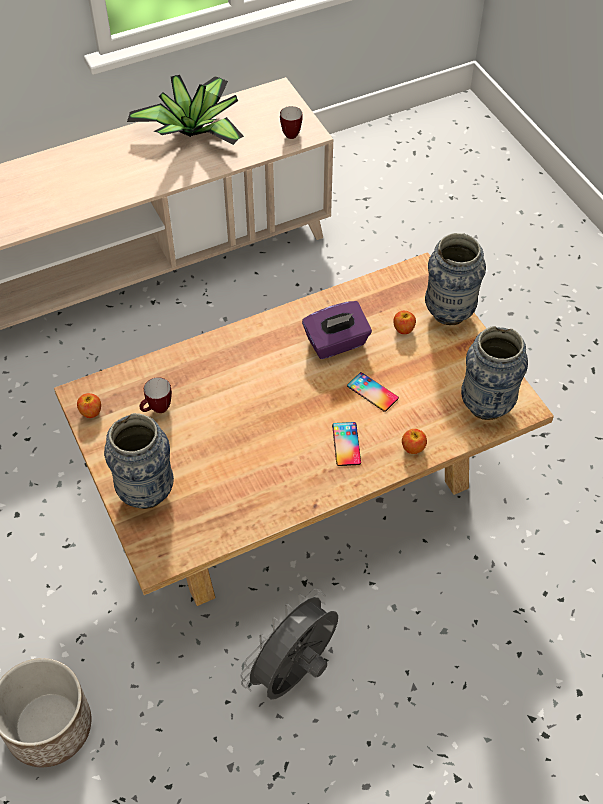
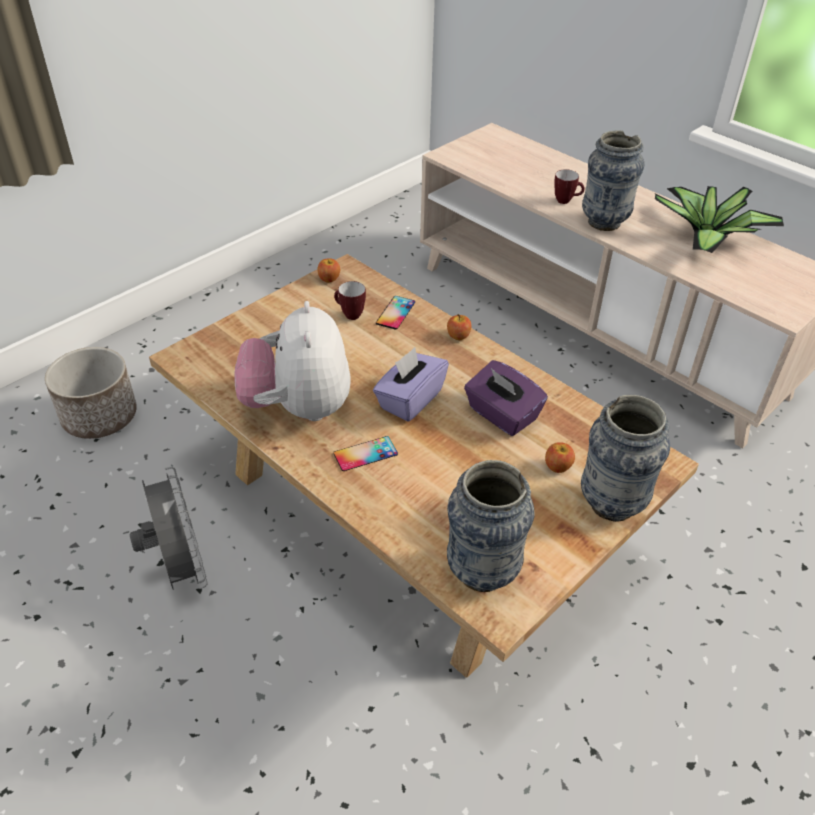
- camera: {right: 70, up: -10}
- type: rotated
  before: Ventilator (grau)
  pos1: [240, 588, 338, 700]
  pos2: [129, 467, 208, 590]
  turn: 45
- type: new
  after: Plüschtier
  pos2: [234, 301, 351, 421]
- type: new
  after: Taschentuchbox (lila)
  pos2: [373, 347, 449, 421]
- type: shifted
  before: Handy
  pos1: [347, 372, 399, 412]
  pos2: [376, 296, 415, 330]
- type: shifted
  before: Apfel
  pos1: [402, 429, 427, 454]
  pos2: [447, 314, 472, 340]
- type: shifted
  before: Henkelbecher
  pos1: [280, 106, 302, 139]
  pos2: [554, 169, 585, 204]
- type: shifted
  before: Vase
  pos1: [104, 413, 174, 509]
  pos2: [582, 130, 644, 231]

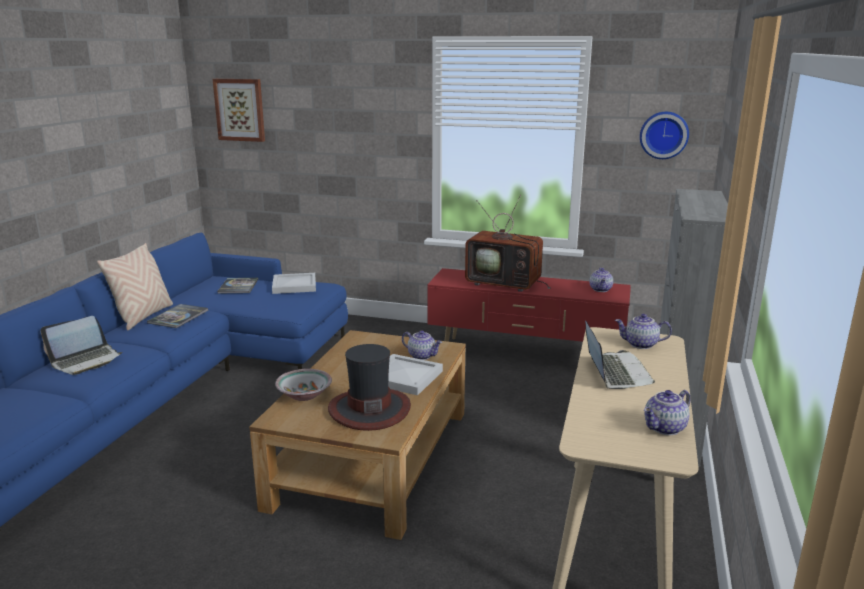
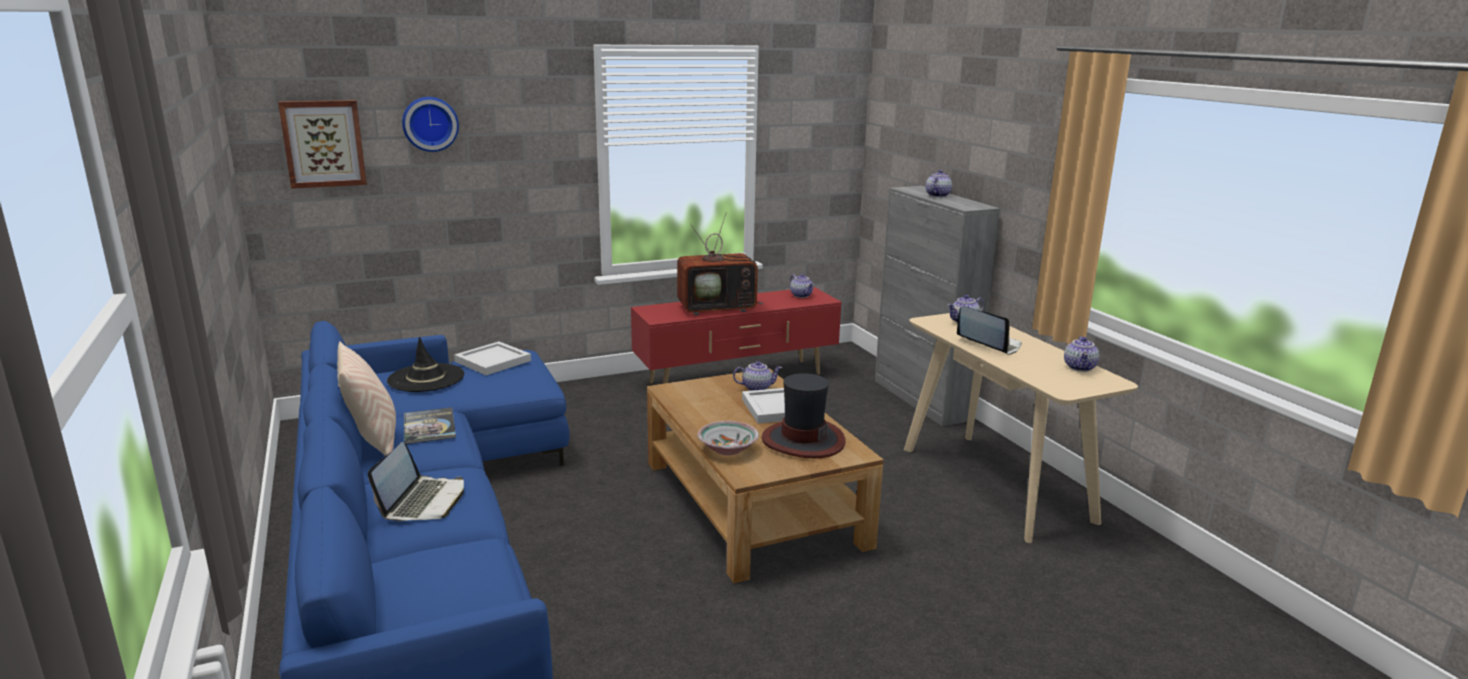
- camera: {right: -40, up: 0}
- type: swapped
  before: Buch
  after: Hut (schwarz)
  pos1: [217, 278, 258, 294]
  pos2: [387, 337, 464, 392]
- type: shifted
  before: Wanduhr
  pos1: [640, 112, 689, 159]
  pos2: [402, 97, 459, 152]
- type: new
  after: Teekanne
  pos2: [926, 170, 952, 197]

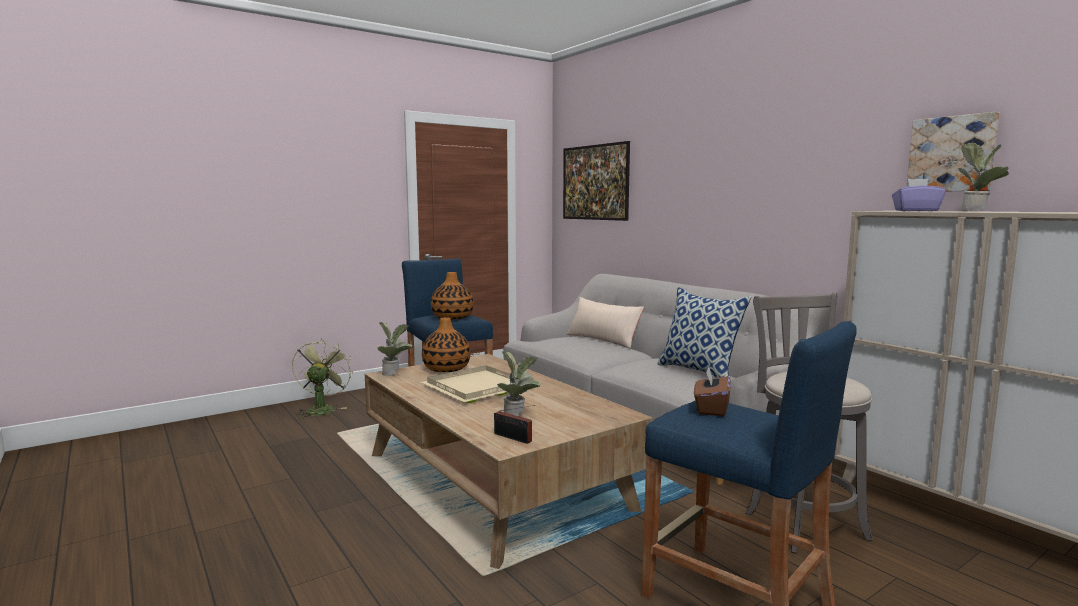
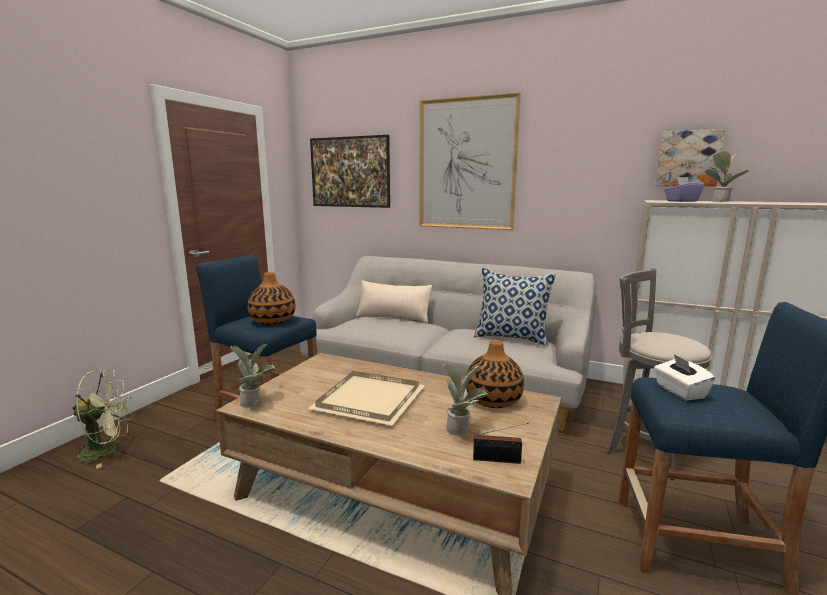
- camera: {right: -30, up: 5}
- type: rotated
  before: Ventilator (grün)
  pos1: [292, 339, 353, 418]
  pos2: [72, 369, 133, 469]
  turn: 105
- type: new
  after: Bild
  pos2: [419, 92, 521, 230]
- type: shifted
  before: Vase
  pos1: [422, 317, 470, 372]
  pos2: [466, 340, 524, 408]
- type: repainted
  before: Taschentuchbox (braun)
  after: Taschentuchbox (weiß)
  pos1: [694, 367, 731, 417]
  pos2: [654, 354, 715, 400]

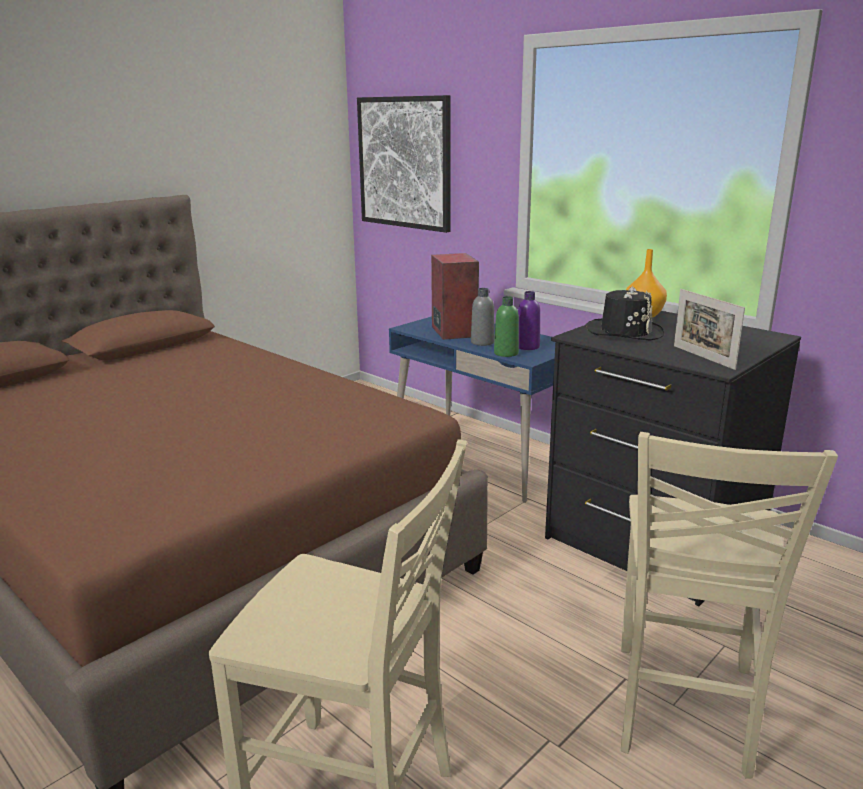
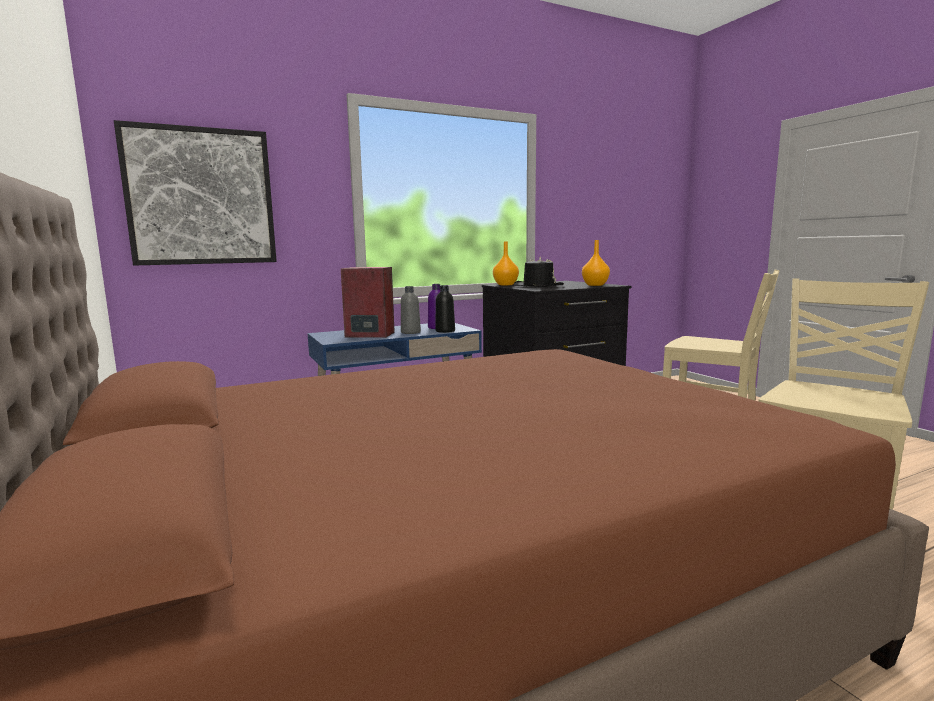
- camera: {right: -70, up: -10}
- type: repainted
  before: Flasche (grün)
  after: Flasche (schwarz)
  pos1: [494, 296, 519, 357]
  pos2: [435, 285, 455, 333]
- type: swapped
  before: Bilderrahmen
  after: Vase (orange)
  pos1: [674, 289, 745, 370]
  pos2: [582, 240, 610, 286]

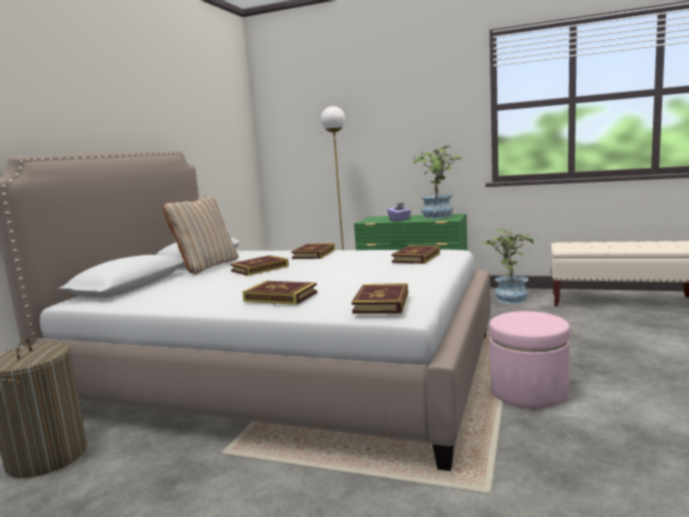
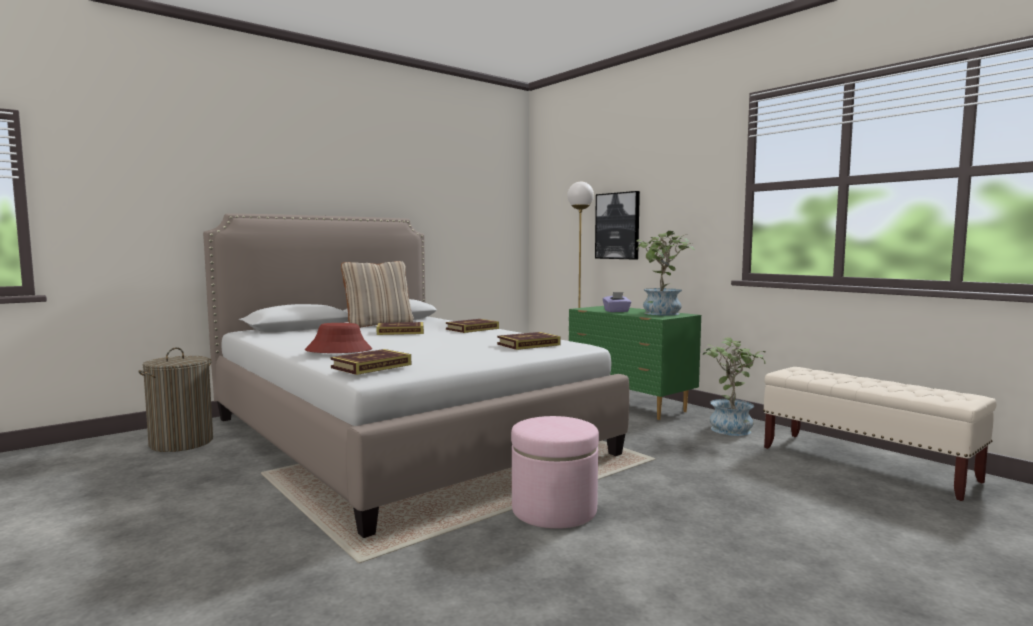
- camera: {right: 30, up: -5}
- type: swapped
  before: Buch
  after: Hut (rot)
  pos1: [242, 281, 317, 305]
  pos2: [305, 323, 372, 353]
- type: new
  after: Bild
  pos2: [595, 191, 640, 260]

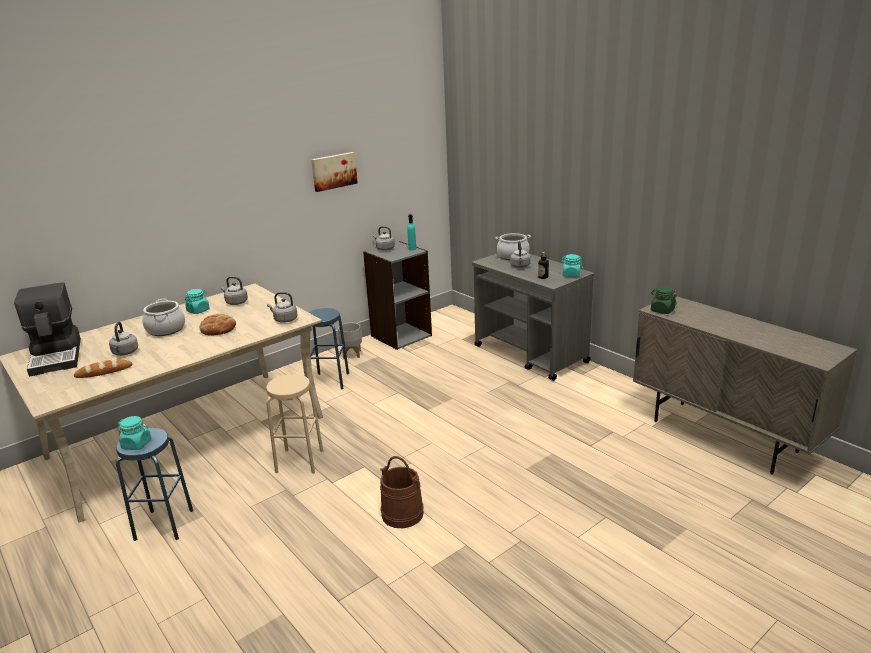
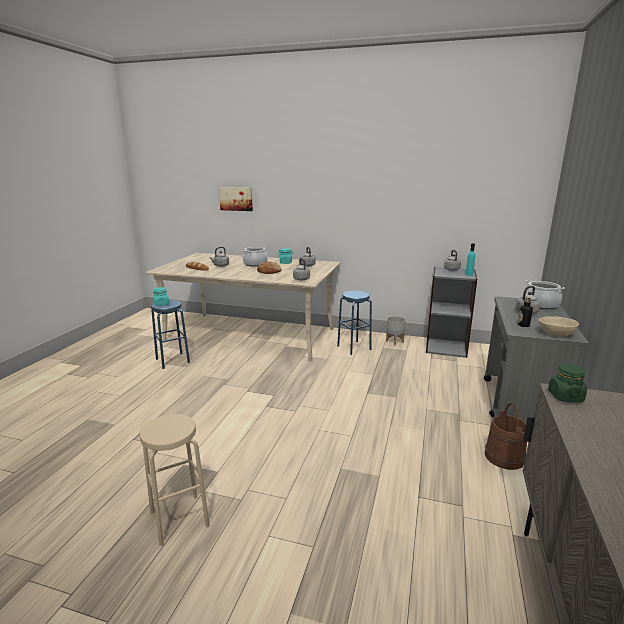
- camera: {right: 55, up: -5}
- type: shifted
  before: Hocker (beige)
  pos1: [266, 374, 323, 474]
  pos2: [140, 414, 210, 546]
- type: shifted
  before: Bild
  pos1: [311, 152, 358, 192]
  pos2: [219, 187, 253, 211]
- type: shifted
  before: Eimer (braun)
  pos1: [380, 456, 424, 528]
  pos2: [485, 403, 527, 470]
- type: swapped
  before: Vorratsglas (türkis)
  after: Schüssel (beige)
  pos1: [561, 254, 583, 277]
  pos2: [539, 316, 579, 336]
- type: gone
  before: Kaffeemaschine
  pos1: [14, 282, 81, 377]

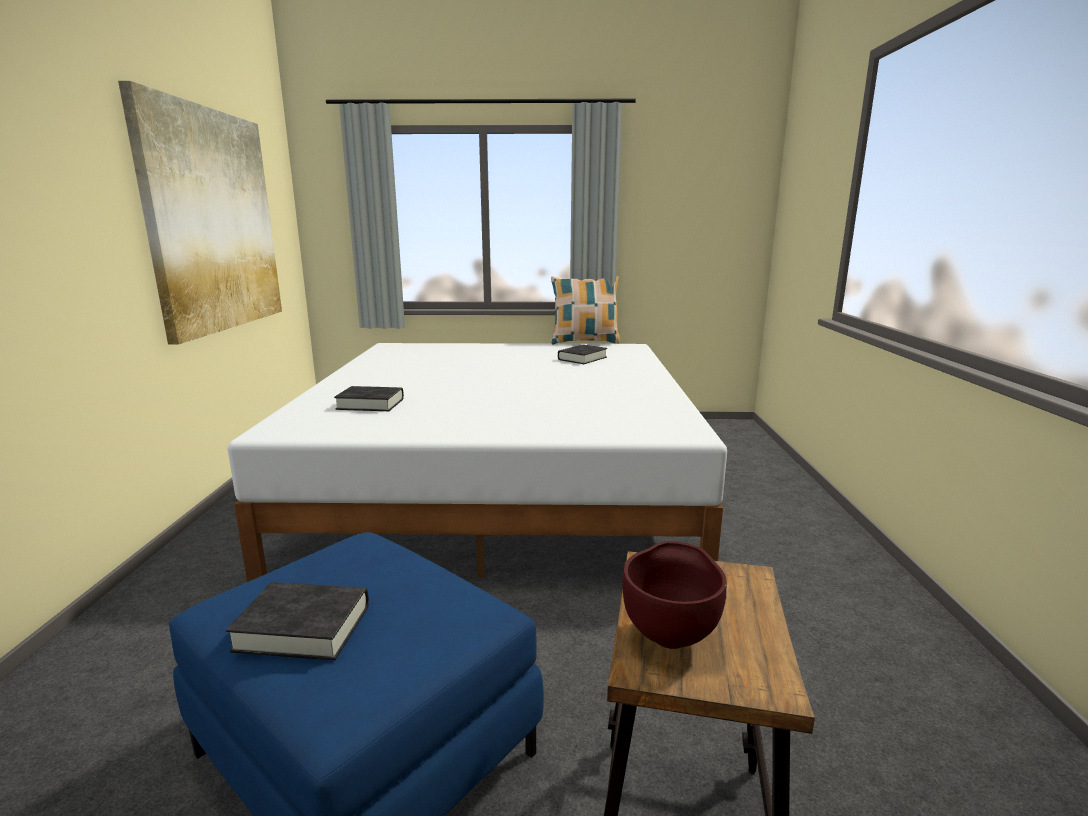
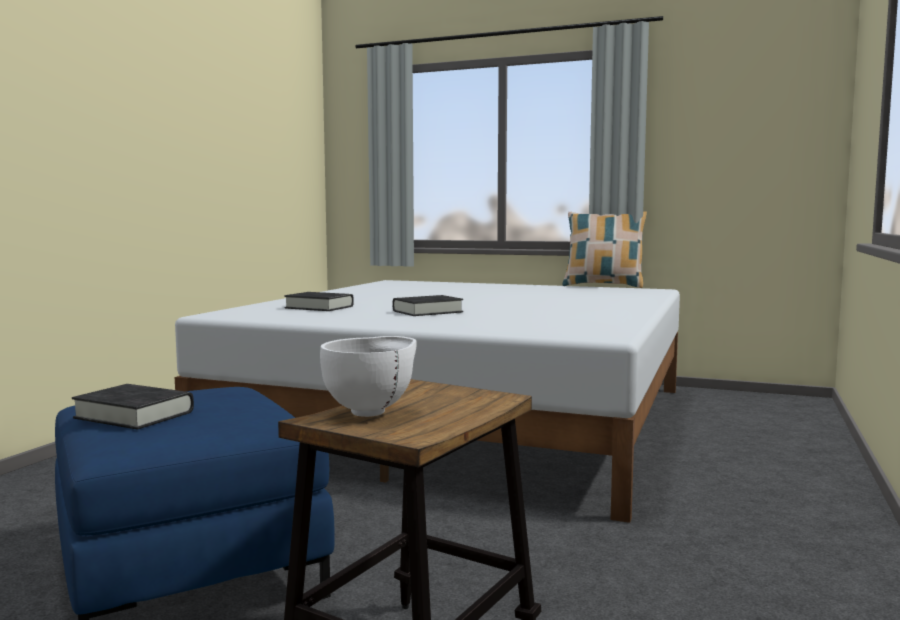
- camera: {right: 20, up: -10}
- type: repainted
  before: Schüssel (braun)
  after: Schüssel (weiß)
  pos1: [622, 541, 727, 649]
  pos2: [320, 336, 417, 417]
- type: shifted
  before: Buch (schwarz)
  pos1: [558, 344, 607, 364]
  pos2: [393, 295, 463, 316]
- type: gone
  before: Bild
  pos1: [118, 81, 282, 345]

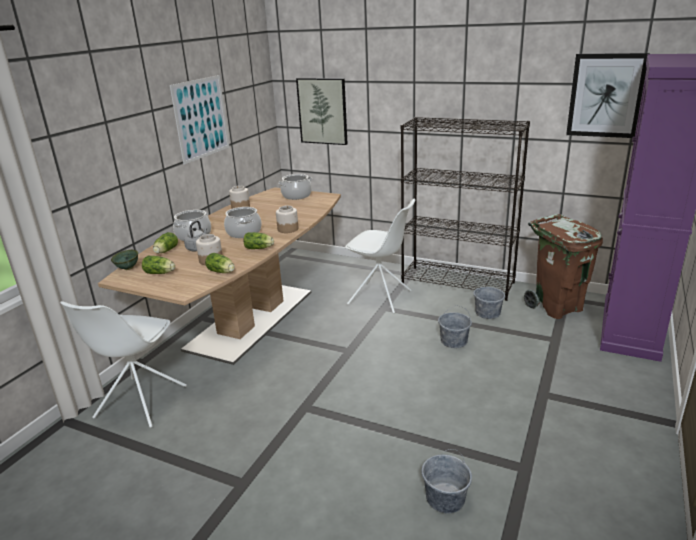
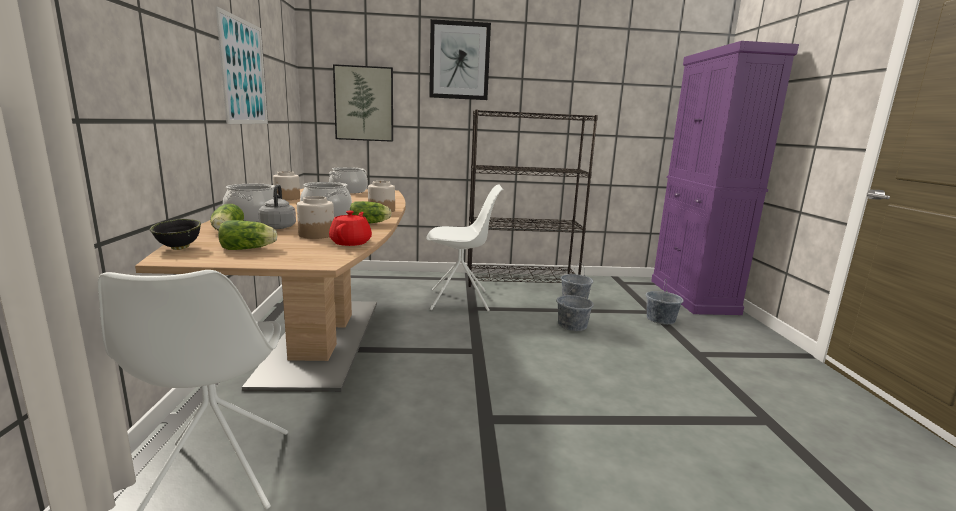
- camera: {right: -30, up: -10}
- type: repainted
  before: Schüssel (grün)
  after: Schüssel (schwarz)
  pos1: [111, 250, 138, 270]
  pos2: [150, 219, 201, 250]
- type: swapped
  before: Salatkopf
  after: Teekanne (rot)
  pos1: [205, 253, 235, 273]
  pos2: [329, 211, 372, 246]
- type: shifted
  before: Bild
  pos1: [566, 53, 650, 138]
  pos2: [429, 19, 491, 100]
- type: shifted
  before: Eimer (grau)
  pos1: [421, 449, 472, 513]
  pos2: [646, 278, 684, 325]
- type: gone
  before: Mülleimer (braun)
  pos1: [524, 214, 603, 319]

